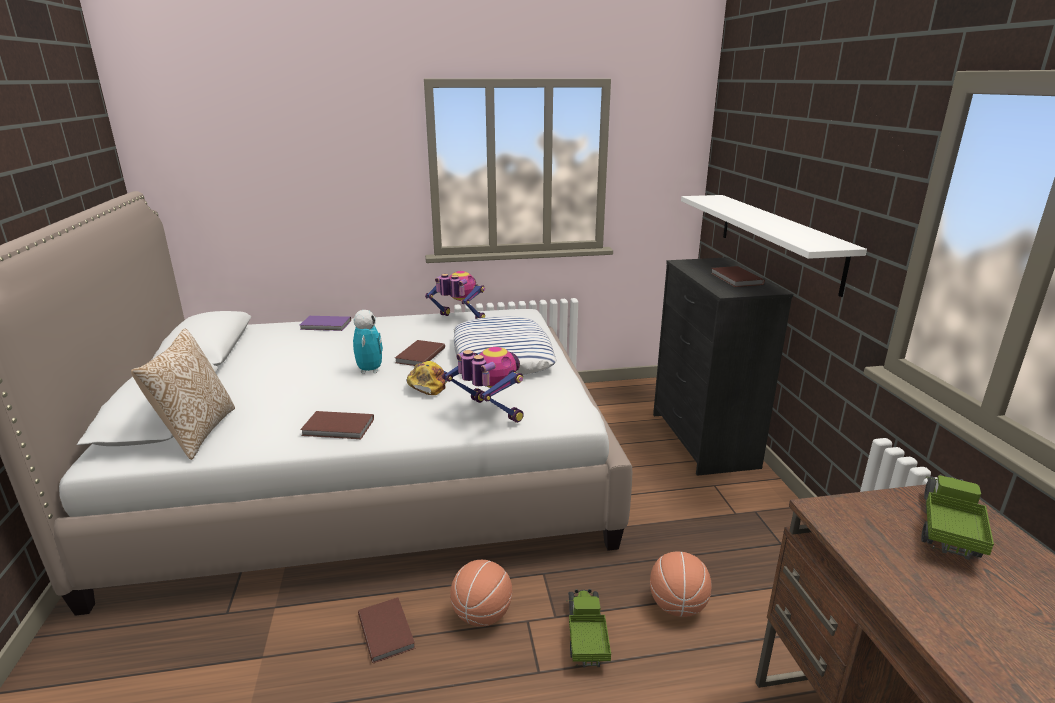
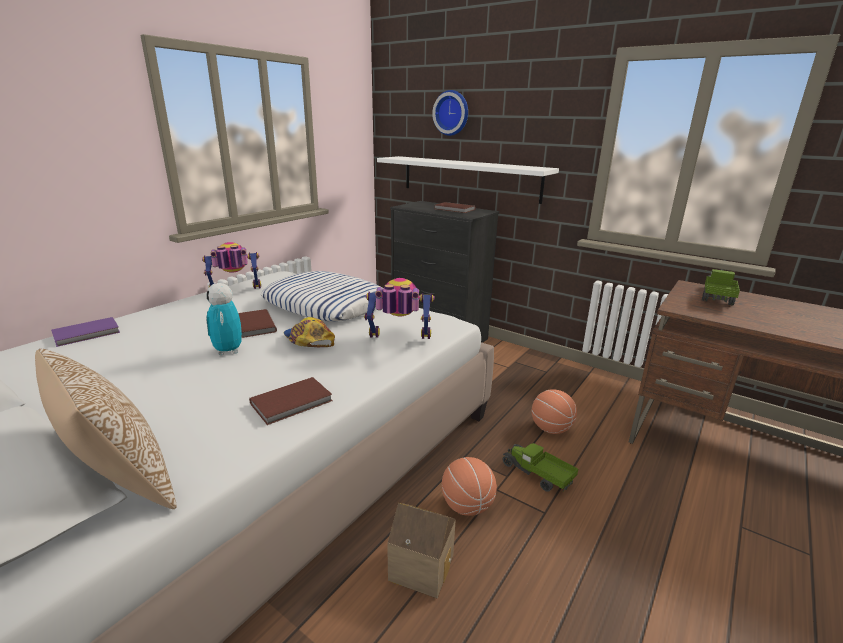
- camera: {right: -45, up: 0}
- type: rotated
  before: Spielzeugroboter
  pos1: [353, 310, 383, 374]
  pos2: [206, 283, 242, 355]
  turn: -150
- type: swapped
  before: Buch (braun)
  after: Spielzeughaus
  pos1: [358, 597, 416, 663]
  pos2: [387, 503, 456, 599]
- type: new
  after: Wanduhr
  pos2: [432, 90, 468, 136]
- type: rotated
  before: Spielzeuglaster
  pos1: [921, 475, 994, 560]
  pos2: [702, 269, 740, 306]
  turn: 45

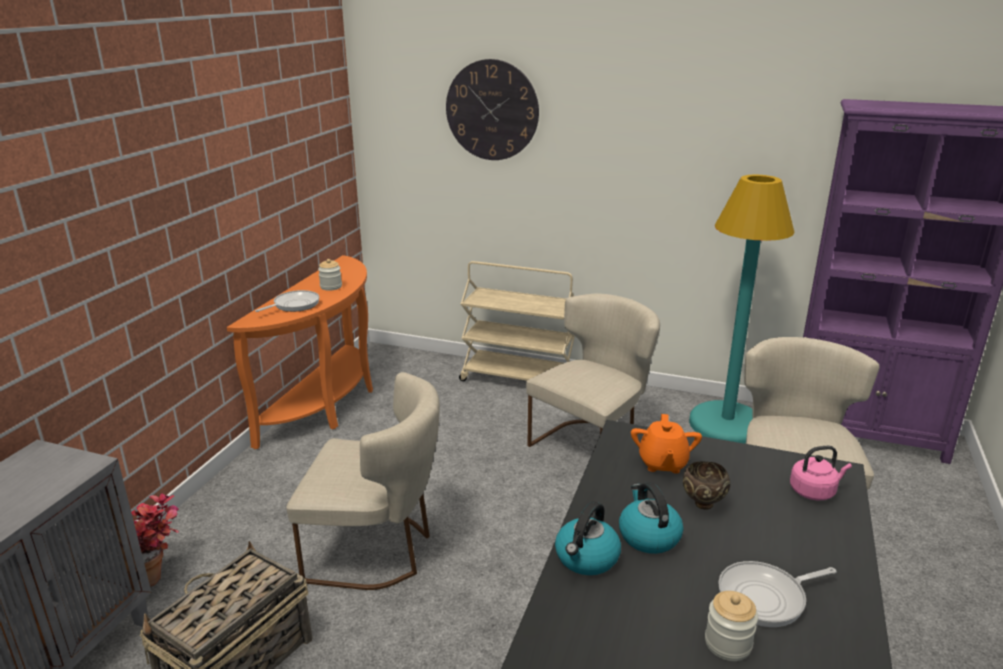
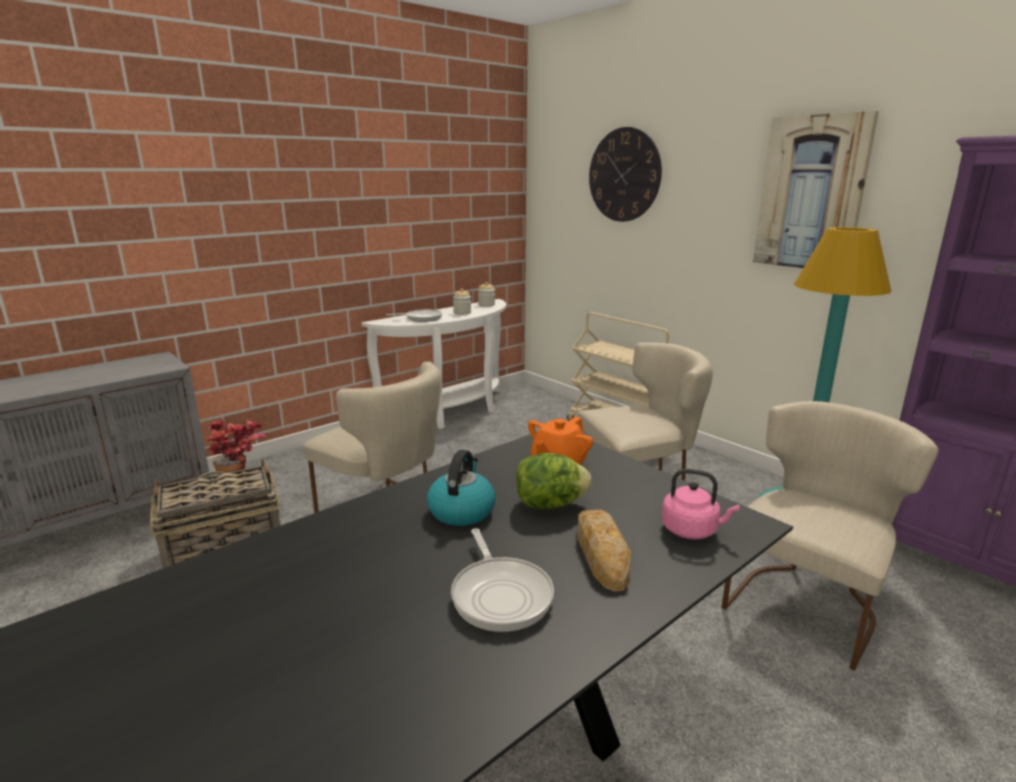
- camera: {right: 30, up: -5}
- type: repainted
  before: Konsolentisch (orange)
  after: Konsolentisch (weiß)
  pos1: [227, 255, 373, 449]
  pos2: [361, 299, 506, 429]
- type: rotated
  before: Pfanne
  pos1: [718, 561, 836, 627]
  pos2: [451, 528, 554, 632]
  turn: -120
- type: shifted
  before: Vorratsglas
  pos1: [705, 591, 758, 661]
  pos2: [478, 282, 495, 307]
- type: swapped
  before: Schüssel (braun)
  after: Salatkopf
  pos1: [683, 461, 730, 510]
  pos2: [516, 453, 591, 509]
- type: new
  after: Brot
  pos2: [577, 510, 631, 592]
- type: new
  after: Bild
  pos2: [753, 111, 879, 268]
- type: gone
  before: Wasserkessel
  pos1: [555, 501, 621, 575]

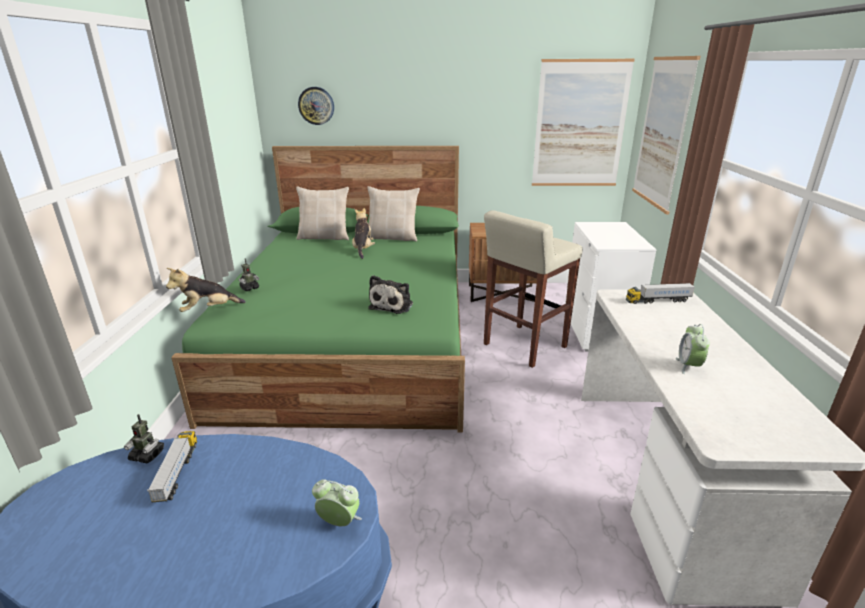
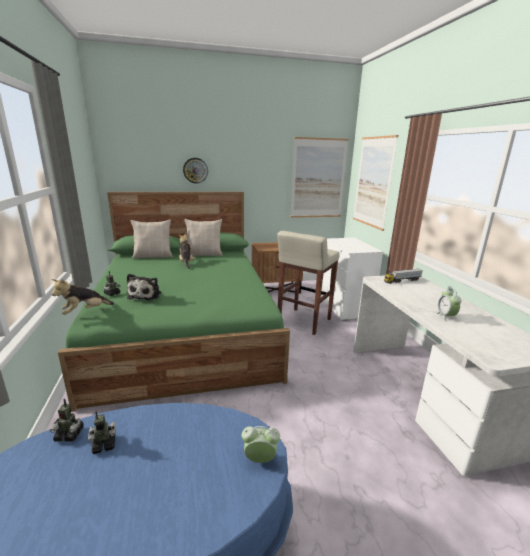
- camera: {right: -15, up: -5}
- type: swapped
  before: Spielzeuglaster
  after: Spielzeugroboter
  pos1: [147, 431, 197, 502]
  pos2: [88, 411, 116, 454]
- type: shifted
  before: Plüschtier
  pos1: [368, 275, 413, 314]
  pos2: [127, 274, 162, 301]
- type: shifted
  before: Wanduhr
  pos1: [298, 87, 334, 125]
  pos2: [183, 158, 208, 184]

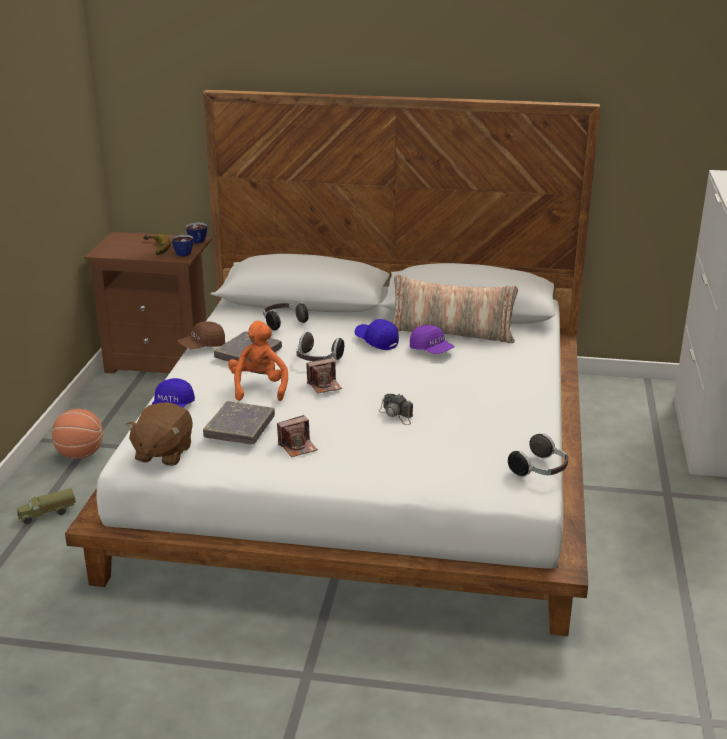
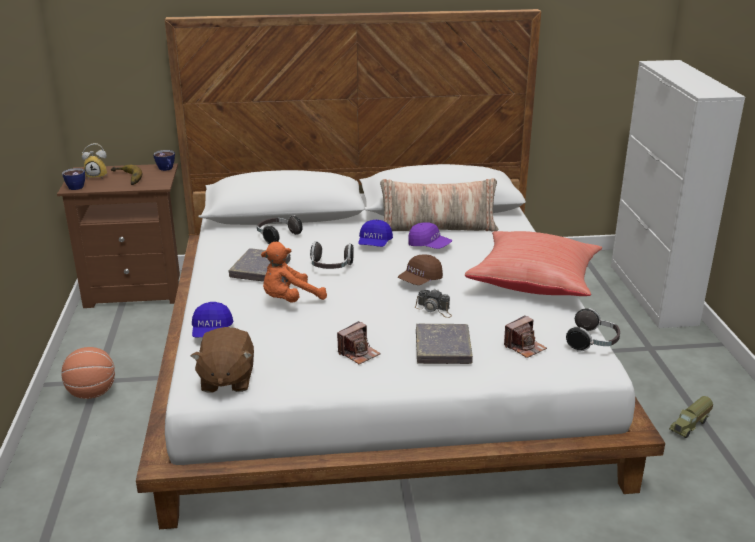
- camera: {right: -15, up: 0}
- type: shifted
  before: Tasse
  pos1: [172, 235, 193, 256]
  pos2: [62, 168, 85, 190]
- type: new
  after: Wecker
  pos2: [82, 143, 107, 179]
- type: rotated
  before: Plüschtier (orange)
  pos1: [228, 321, 288, 401]
  pos2: [261, 242, 327, 303]
  turn: -105
- type: rotated
  before: Kappe (blau)
  pos1: [355, 319, 399, 350]
  pos2: [358, 220, 393, 247]
  turn: -105
- type: shifted
  before: Kappe (braun)
  pos1: [177, 321, 225, 349]
  pos2: [398, 254, 443, 285]
- type: shifted
  before: Buch (grau)
  pos1: [203, 401, 275, 444]
  pos2: [416, 324, 473, 364]
- type: new
  after: Kissen (rot)
  pos2: [465, 231, 602, 296]
- type: shifted
  before: Kamera
  pos1: [306, 357, 342, 394]
  pos2: [504, 315, 547, 358]
- type: shifted
  before: Spielzeuglaster
  pos1: [17, 488, 76, 524]
  pos2: [669, 396, 713, 438]

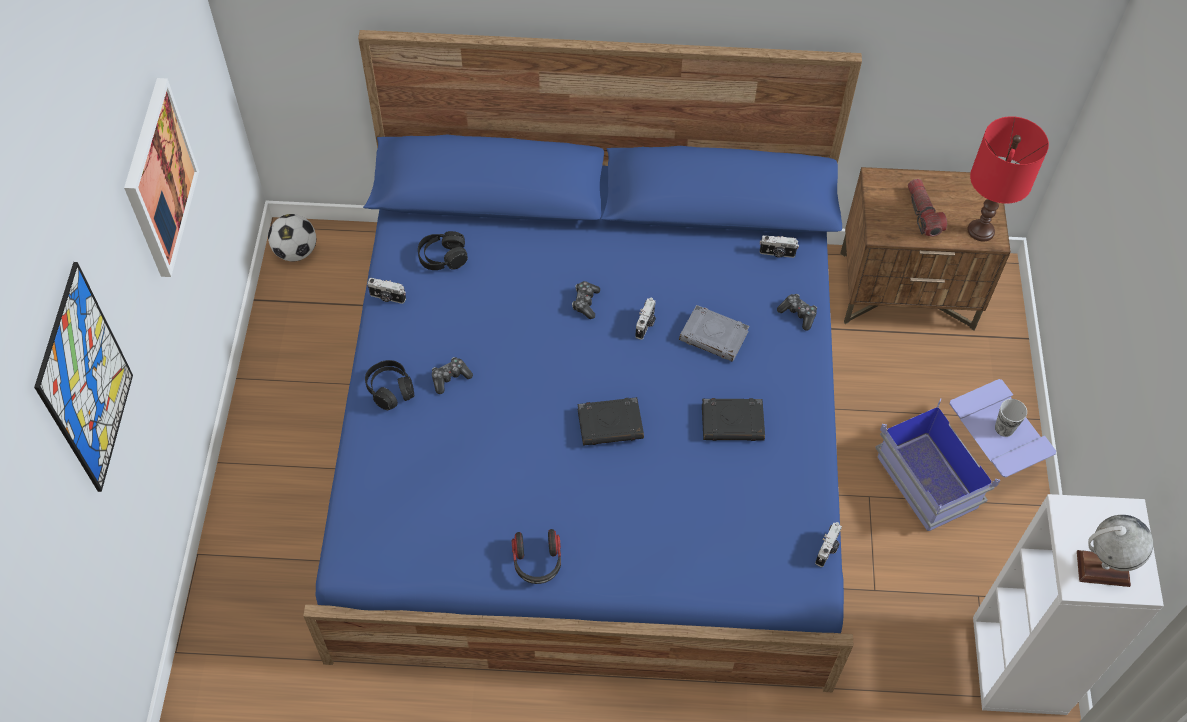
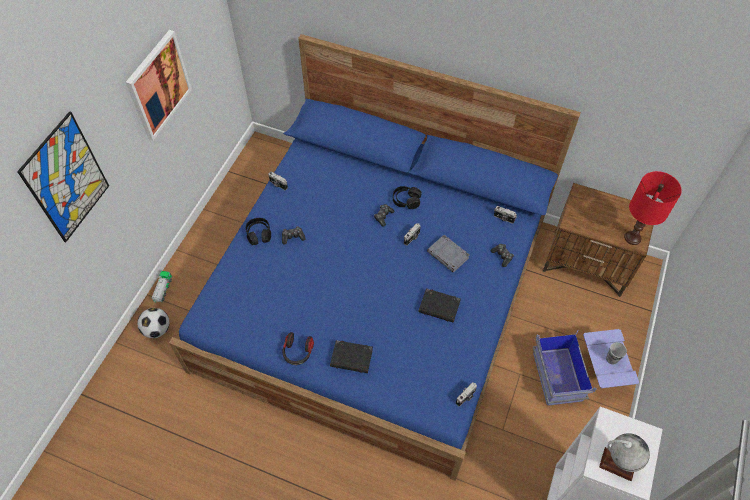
- camera: {right: 20, up: 0}
- type: shifted
  before: Fußball
  pos1: [268, 214, 316, 262]
  pos2: [137, 308, 169, 338]
- type: new
  after: Spielzeuglaster
  pos2: [151, 271, 172, 302]
- type: shifted
  before: Buch (schwarz)
  pos1: [577, 397, 644, 446]
  pos2: [330, 340, 373, 373]
- type: shifted
  before: Kopfhörer (schwarz)
  pos1: [418, 231, 468, 270]
  pos2: [393, 186, 422, 209]
- type: gone
  before: Taschenlampe
  pos1: [908, 179, 947, 236]

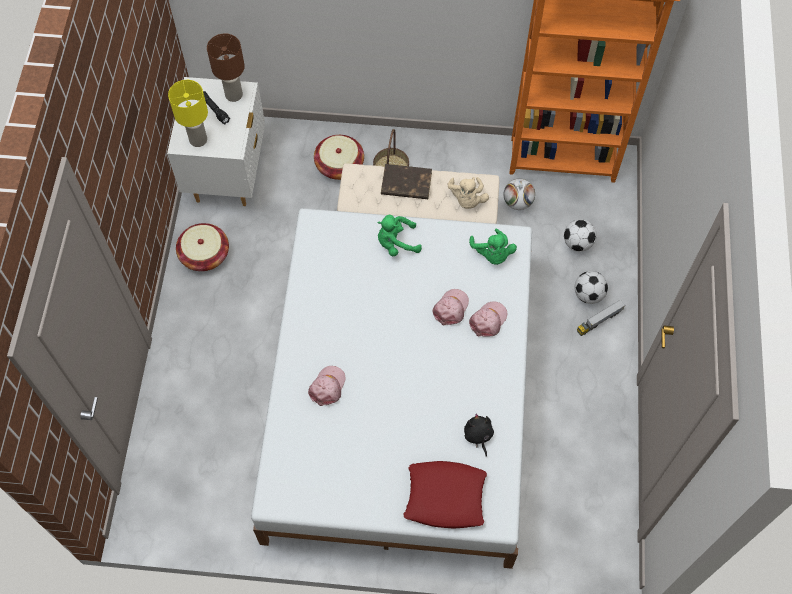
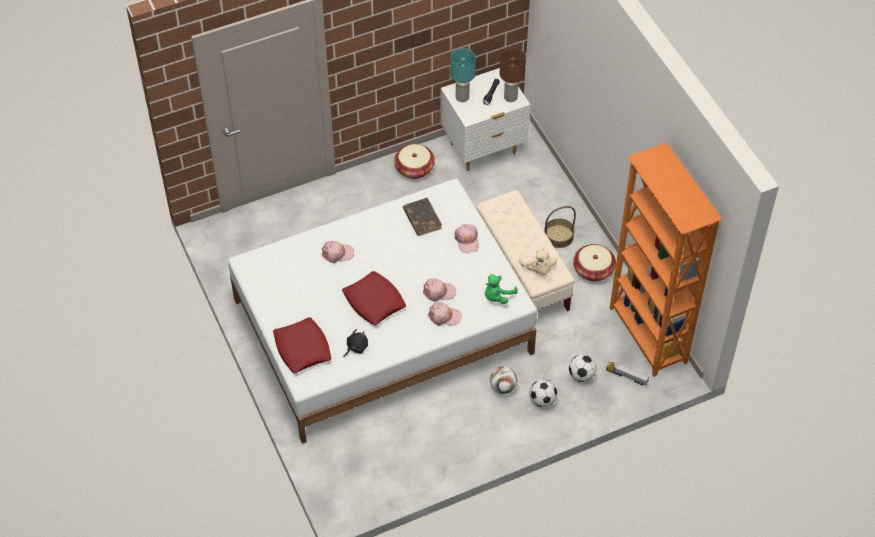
- camera: {right: 60, up: -10}
- type: new
  after: Kissen (rot)
  pos2: [342, 271, 406, 325]
- type: shifted
  before: Buch (braun)
  pos1: [381, 164, 432, 199]
  pos2: [403, 198, 442, 236]
- type: repainted
  before: Tischlampe (gelb)
  after: Tischlampe (türkis)
  pos1: [168, 80, 208, 147]
  pos2: [450, 48, 476, 102]
- type: swapped
  before: Plüschtier (grün)
  after: Kappe (rosa)
  pos1: [377, 215, 422, 256]
  pos2: [454, 224, 479, 253]
- type: shifted
  before: Fußball
  pos1: [503, 178, 535, 210]
  pos2: [490, 366, 517, 394]
- type: rotated
  before: Plüschtier (beige)
  pos1: [448, 177, 489, 209]
  pos2: [519, 248, 557, 275]
  turn: -90
- type: shifted
  before: Korb
  pos1: [314, 135, 364, 180]
  pos2: [573, 244, 616, 281]
- type: shifted
  before: Spielzeuglaster
  pos1: [577, 299, 625, 336]
  pos2: [606, 362, 649, 386]

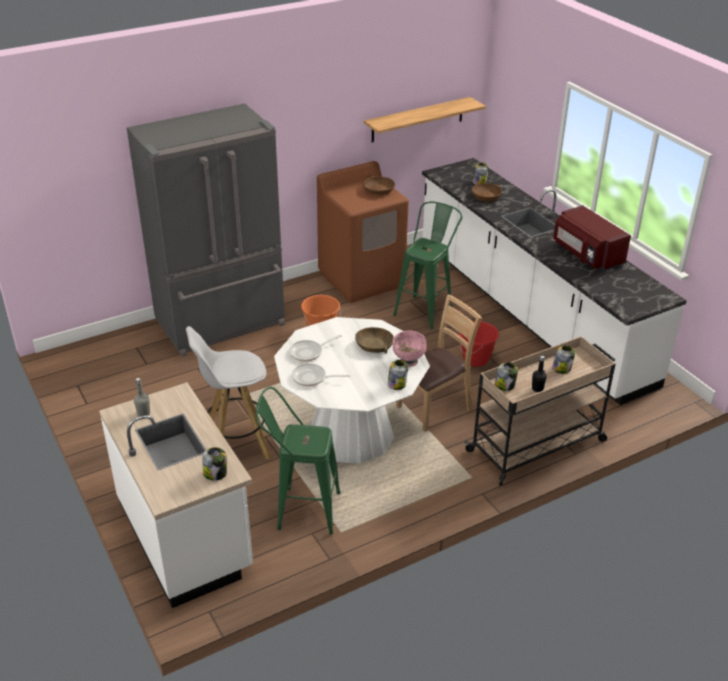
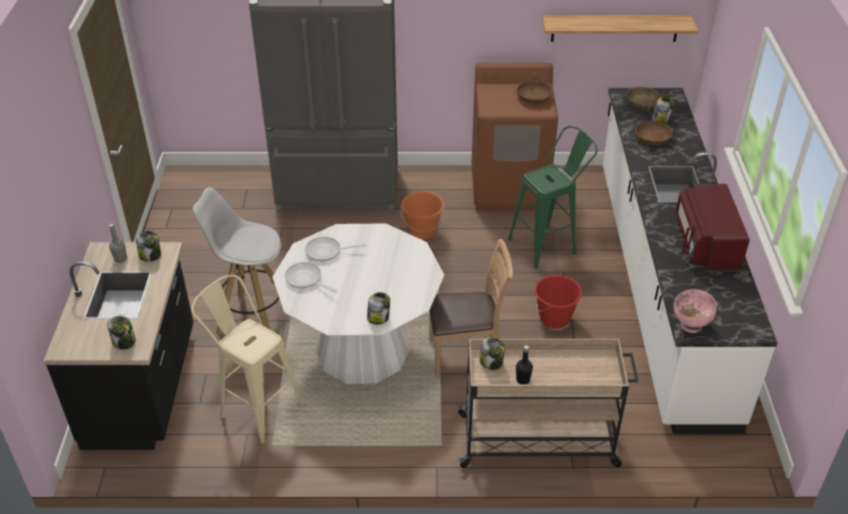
- camera: {right: 30, up: 5}
- type: repainted
  before: Küchenzeile (weiß)
  after: Küchenzeile (schwarz)
  pos1: [99, 382, 253, 608]
  pos2: [44, 242, 193, 450]
- type: shifted
  before: Vorratsglas
  pos1: [552, 345, 575, 374]
  pos2: [136, 231, 161, 262]
- type: repainted
  before: Hocker (grün)
  after: Hocker (beige)
  pos1: [256, 387, 340, 535]
  pos2: [191, 275, 304, 444]
- type: shifted
  before: Schüssel (braun)
  pos1: [355, 327, 394, 353]
  pos2: [626, 87, 662, 112]
- type: shifted
  before: Schüssel (rosa)
  pos1: [393, 331, 427, 367]
  pos2: [674, 289, 717, 333]

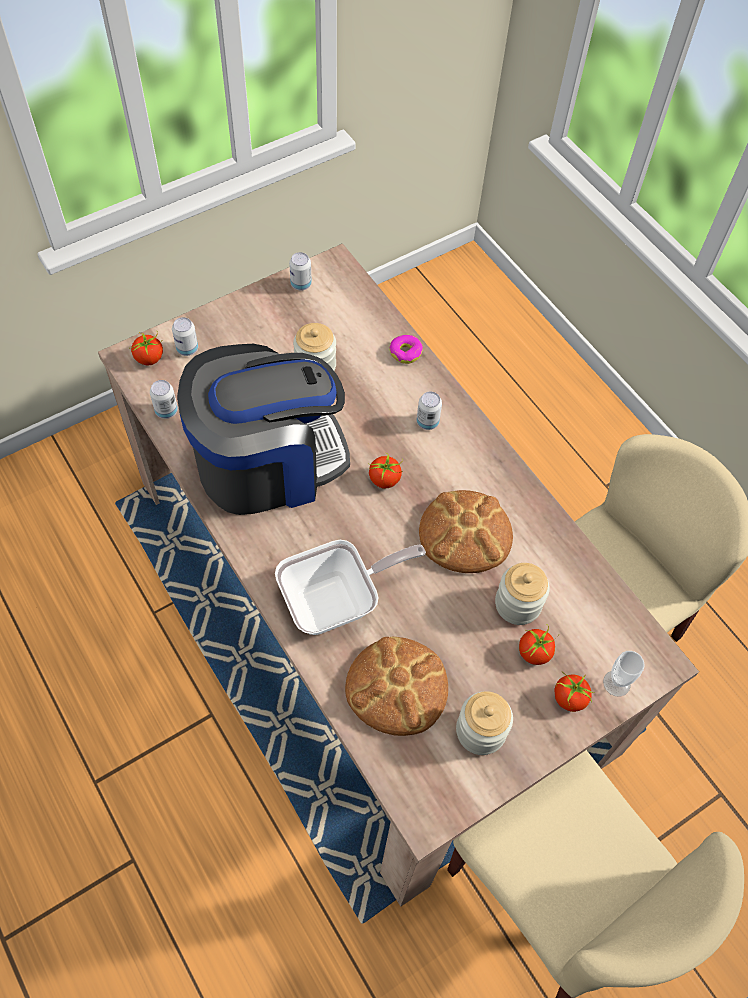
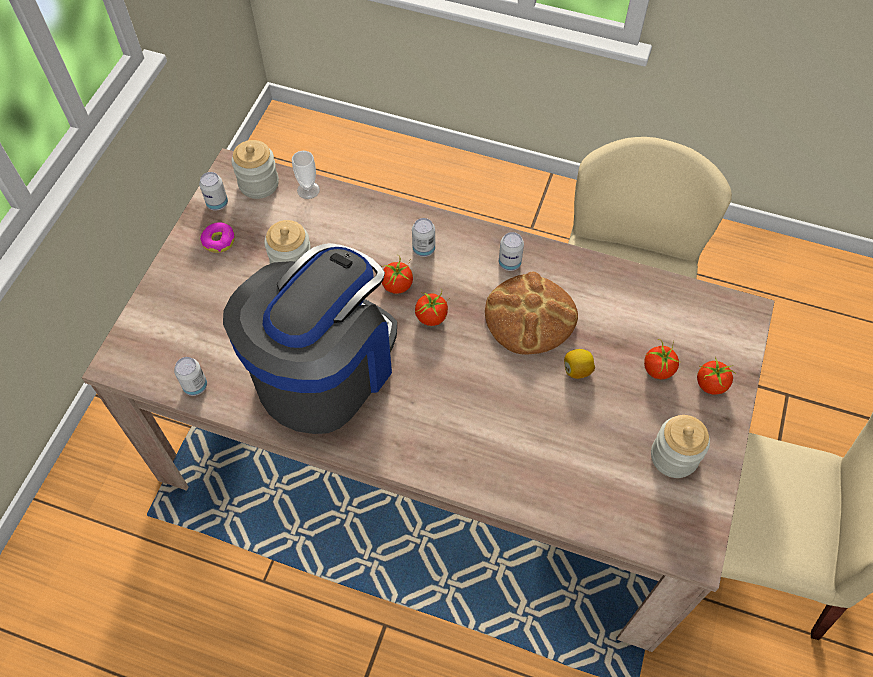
- camera: {right: -35, up: 0}
- type: shifted
  before: Donut
  pos1: [389, 335, 423, 364]
  pos2: [200, 222, 235, 253]
- type: shifted
  before: Vorratsglas
  pos1: [495, 563, 550, 625]
  pos2: [232, 140, 279, 199]
- type: shifted
  before: Tasse
  pos1: [603, 651, 645, 696]
  pos2: [292, 151, 320, 199]
- type: shifted
  before: Tomate
  pos1: [131, 331, 163, 365]
  pos2: [381, 255, 413, 294]
- type: shifted
  before: Dose
  pos1: [172, 317, 198, 356]
  pos2: [499, 232, 524, 271]
- type: new
  after: Zitrone
  pos2: [564, 349, 595, 379]
- type: gone
  before: Pfanne
  pos1: [275, 540, 426, 635]
- type: gone
  before: Brot
  pos1: [345, 637, 448, 736]

